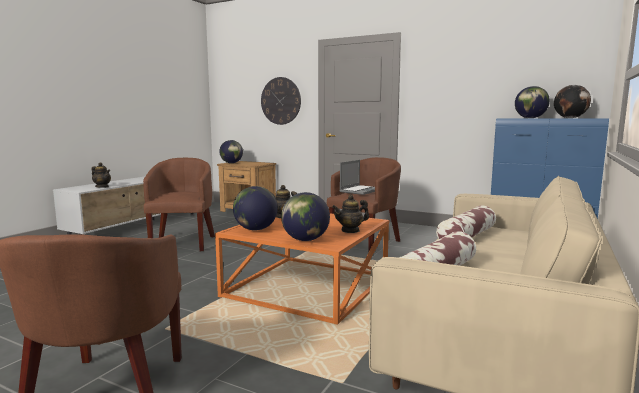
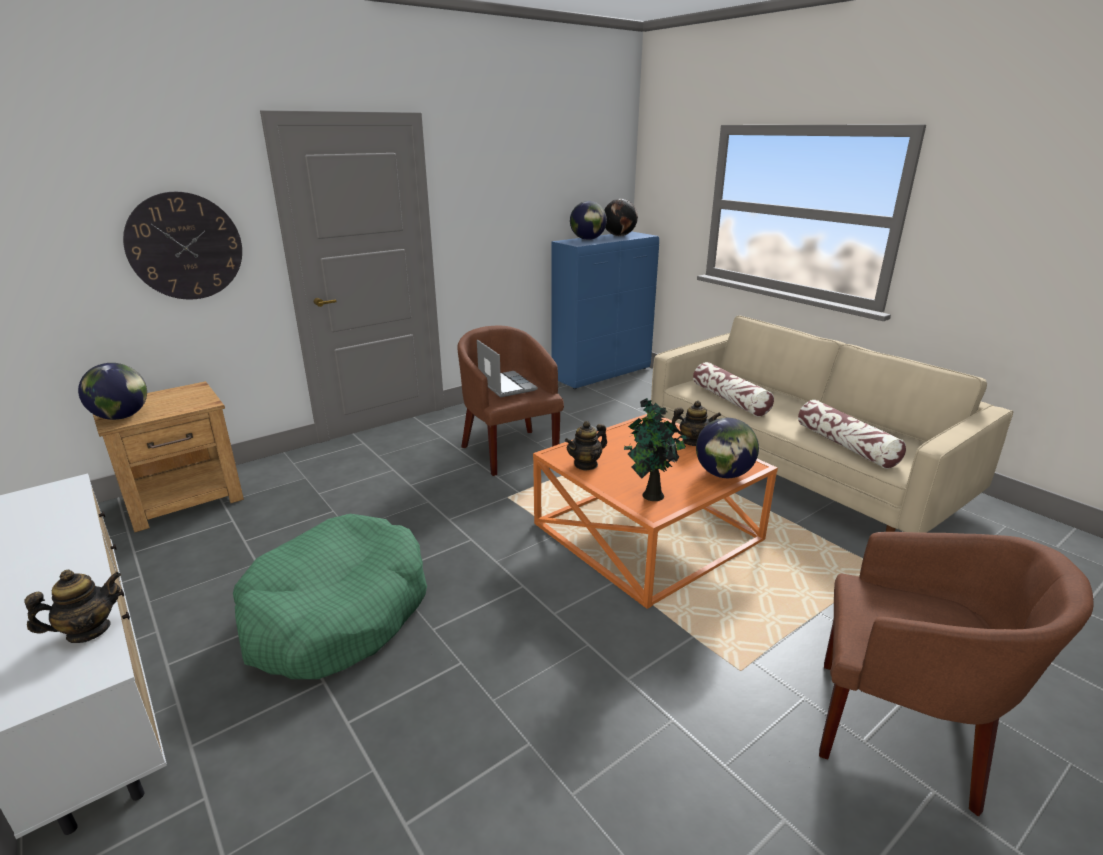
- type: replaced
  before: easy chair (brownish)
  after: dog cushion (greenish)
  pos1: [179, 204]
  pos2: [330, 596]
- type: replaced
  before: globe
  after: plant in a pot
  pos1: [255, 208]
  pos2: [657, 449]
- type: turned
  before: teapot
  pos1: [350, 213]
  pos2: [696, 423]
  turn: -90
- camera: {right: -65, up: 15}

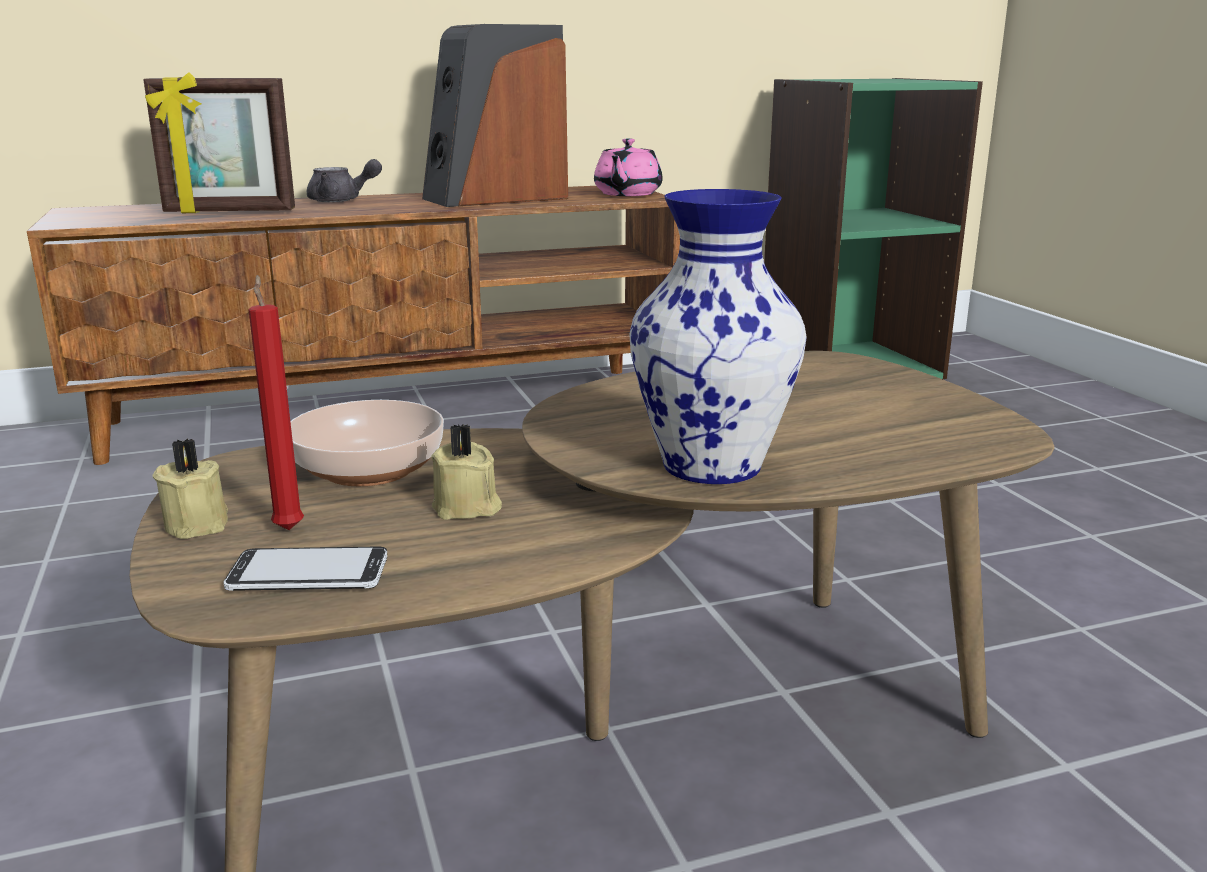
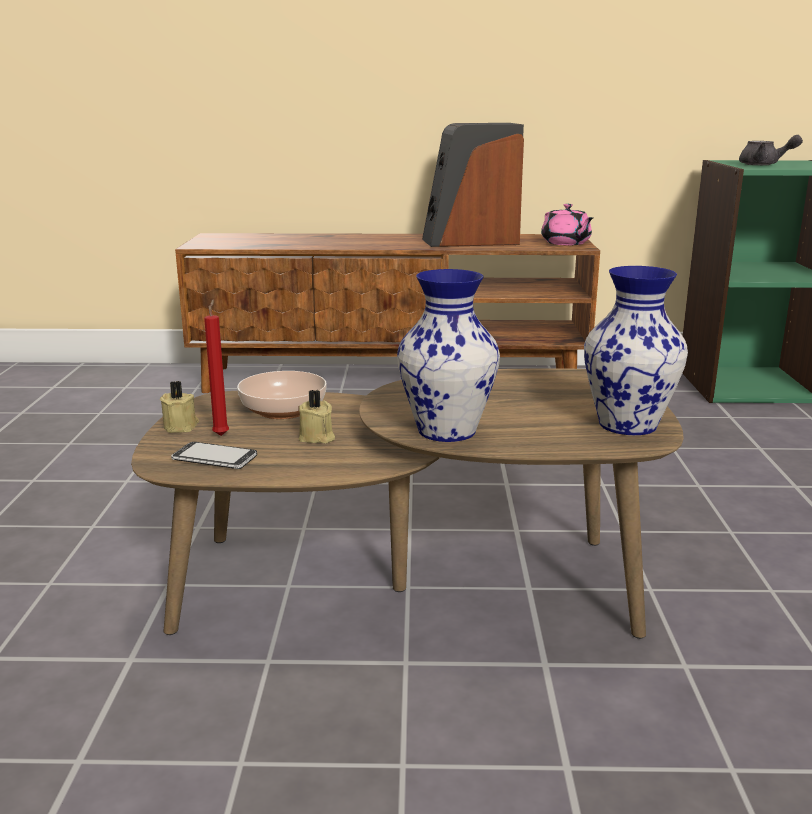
- type: turned
  before: teapot (pinkish)
  pos1: [628, 167]
  pos2: [567, 225]
  turn: -60
- type: added
  after: flower vase
  pos2: [636, 350]
- type: moved
  before: teapot (gray)
  pos1: [344, 180]
  pos2: [771, 150]
- type: removed
  before: photo frame
  pos1: [219, 142]
- camera: {right: 20, up: 0}

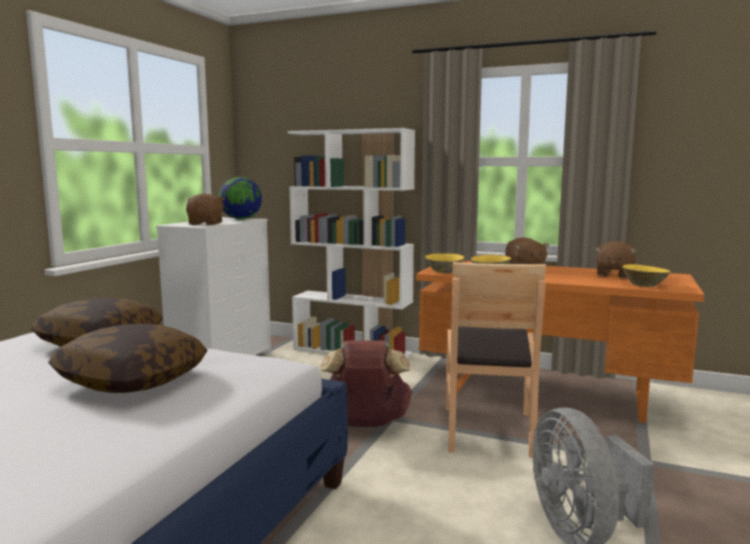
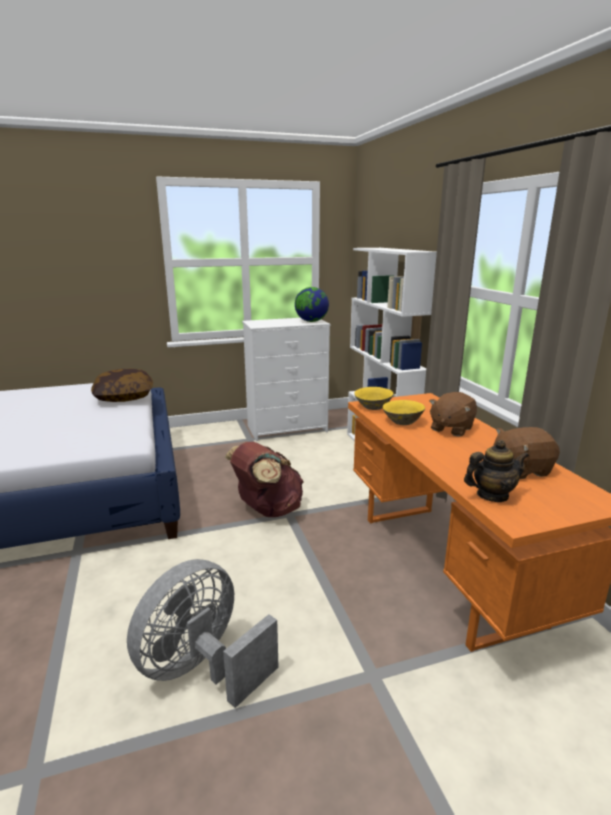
- type: replaced
  before: serving bowl (yellow-coloured)
  after: teapot
  pos1: [646, 275]
  pos2: [496, 471]
- type: removed
  before: cushion
  pos1: [127, 358]
- type: removed
  before: plush toy (brownish)
  pos1: [205, 209]
- type: removed
  before: plain chair (brownish)
  pos1: [496, 360]
- camera: {right: 50, up: 10}

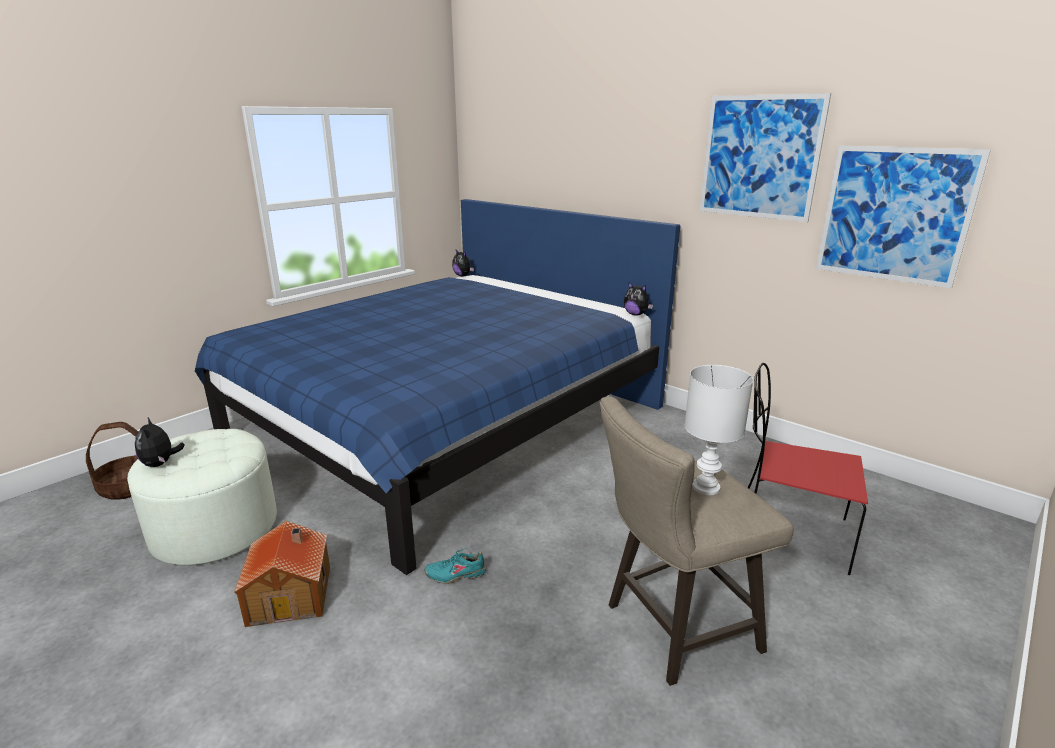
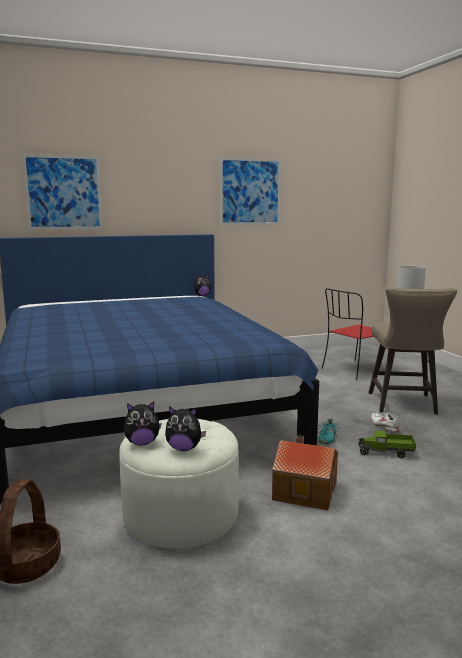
- type: moved
  before: picture
  pos1: [903, 217]
  pos2: [62, 192]
- type: moved
  before: plush toy
  pos1: [463, 263]
  pos2: [142, 423]
- type: added
  after: toy truck
  pos2: [387, 444]
- type: added
  after: low shoe (whitish)
  pos2: [385, 422]
- camera: {right: -60, up: -10}

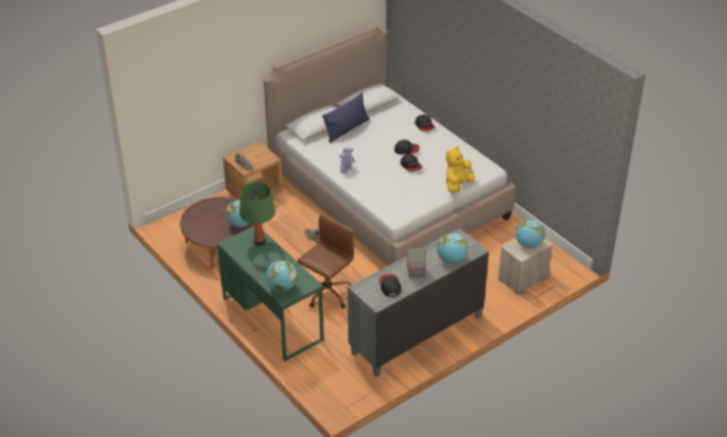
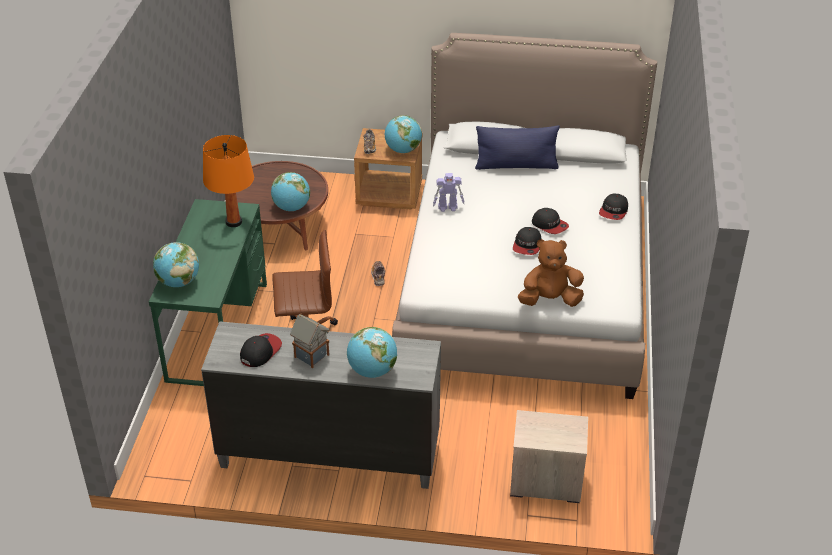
- type: recoloured
  before: tabletop lamp (greenish)
  after: tabletop lamp (orange-coloured)
  pos1: [257, 213]
  pos2: [228, 181]
- type: moved
  before: globe
  pos1: [530, 233]
  pos2: [403, 134]
- type: recoloured
  before: plush toy (yellow-coloured)
  after: plush toy (brownish)
  pos1: [460, 169]
  pos2: [551, 273]
- camera: {right: 45, up: 0}

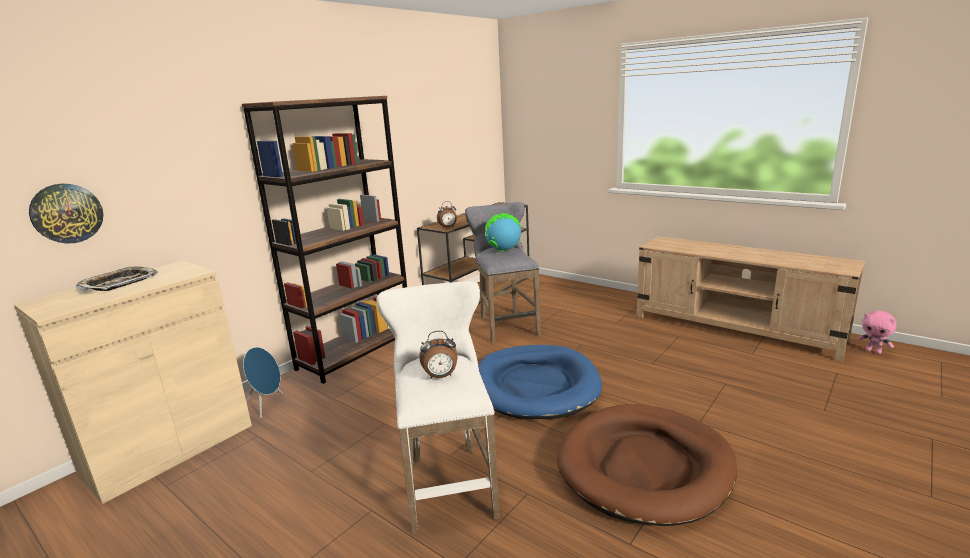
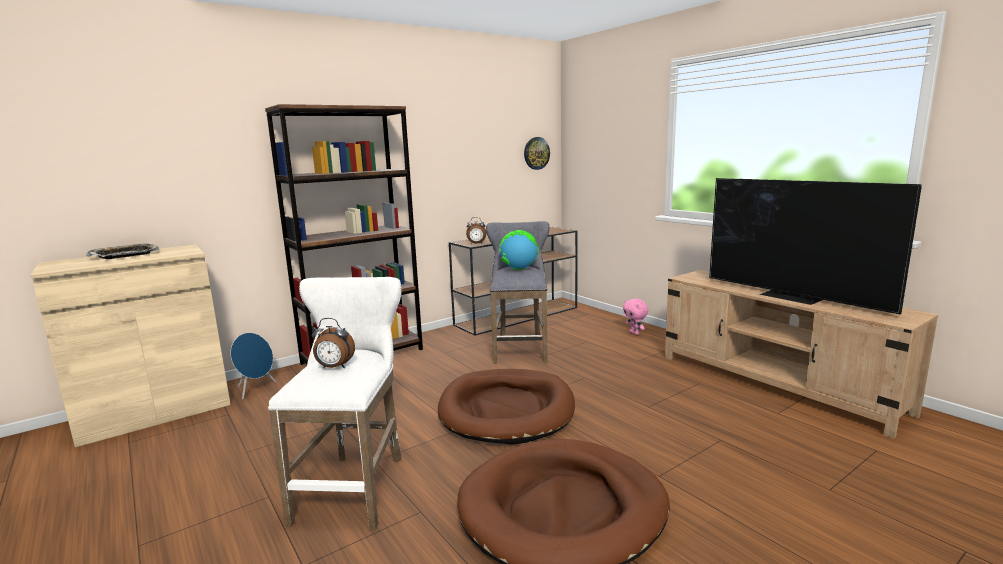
- type: recoloured
  before: dog cushion (bluish)
  after: dog cushion (brownish)
  pos1: [540, 382]
  pos2: [506, 407]
- type: moved
  before: wall clock
  pos1: [66, 213]
  pos2: [537, 153]
- type: moved
  before: plush toy (pinkish)
  pos1: [877, 332]
  pos2: [635, 317]
- type: added
  after: television
  pos2: [815, 246]
- camera: {right: 15, up: -5}

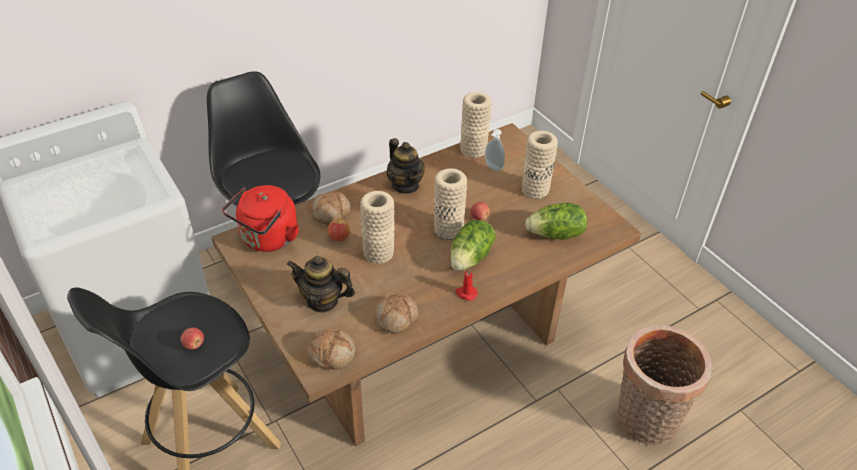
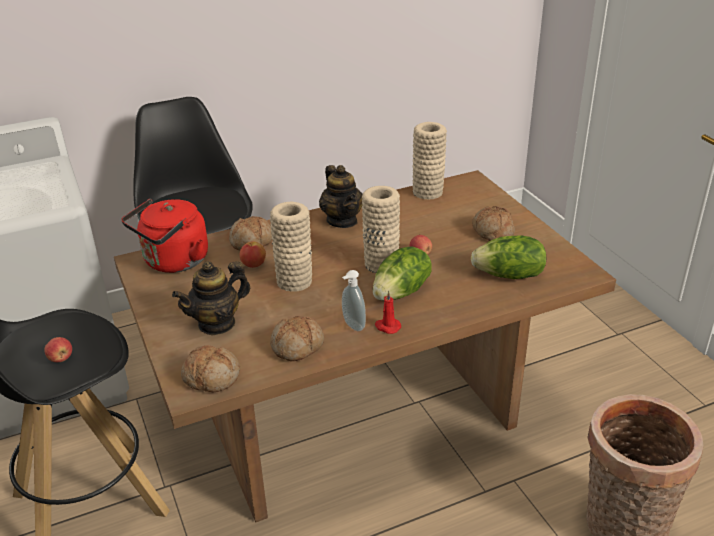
- type: turned
  before: teapot
  pos1: [321, 284]
  pos2: [211, 298]
  turn: -60
- type: moved
  before: soap dispenser
  pos1: [495, 150]
  pos2: [354, 300]
- type: replaced
  before: flower vase (beige-coloured)
  after: bakery bread
  pos1: [540, 165]
  pos2: [493, 223]
- camera: {right: 10, up: -10}

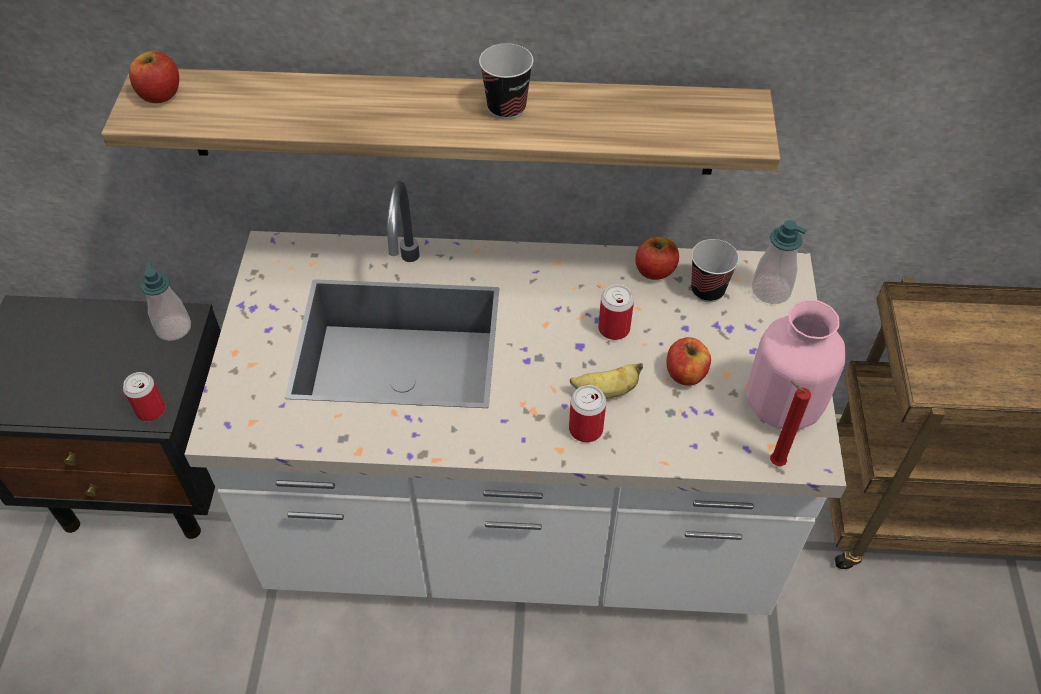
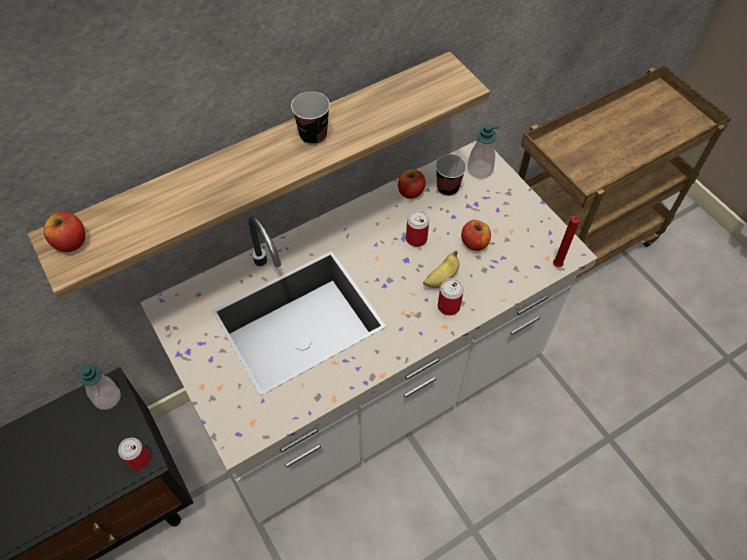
- type: removed
  before: flower vase (pinkish)
  pos1: [797, 365]
- camera: {right: -35, up: 5}

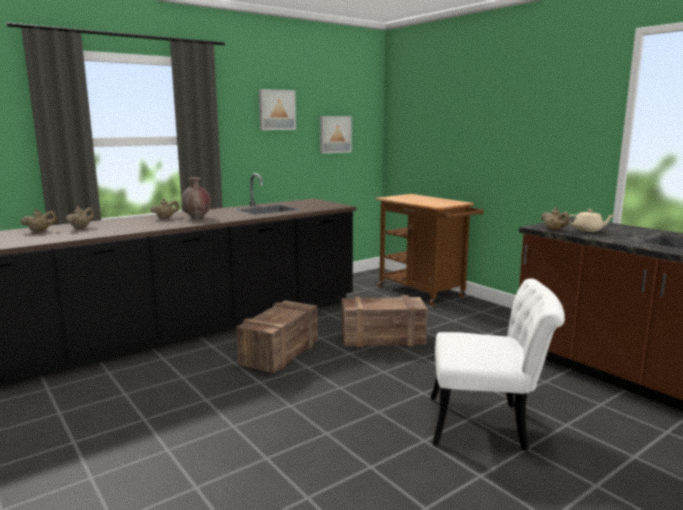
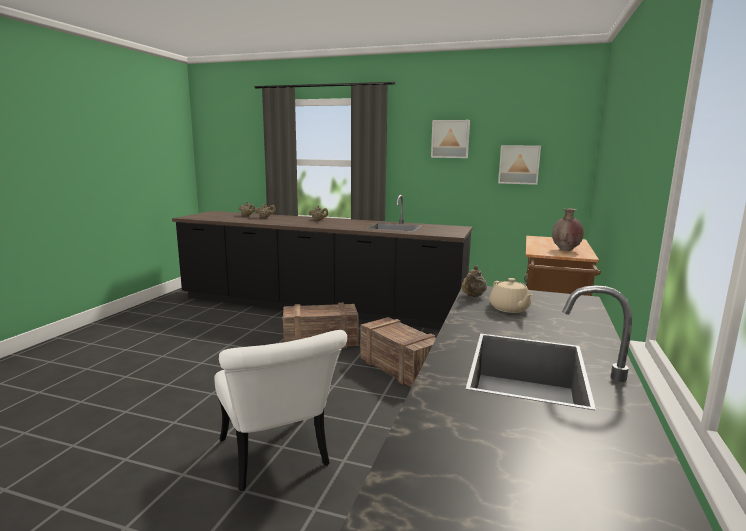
- type: moved
  before: flower vase (brownish)
  pos1: [196, 198]
  pos2: [568, 229]
- camera: {right: 55, up: 0}

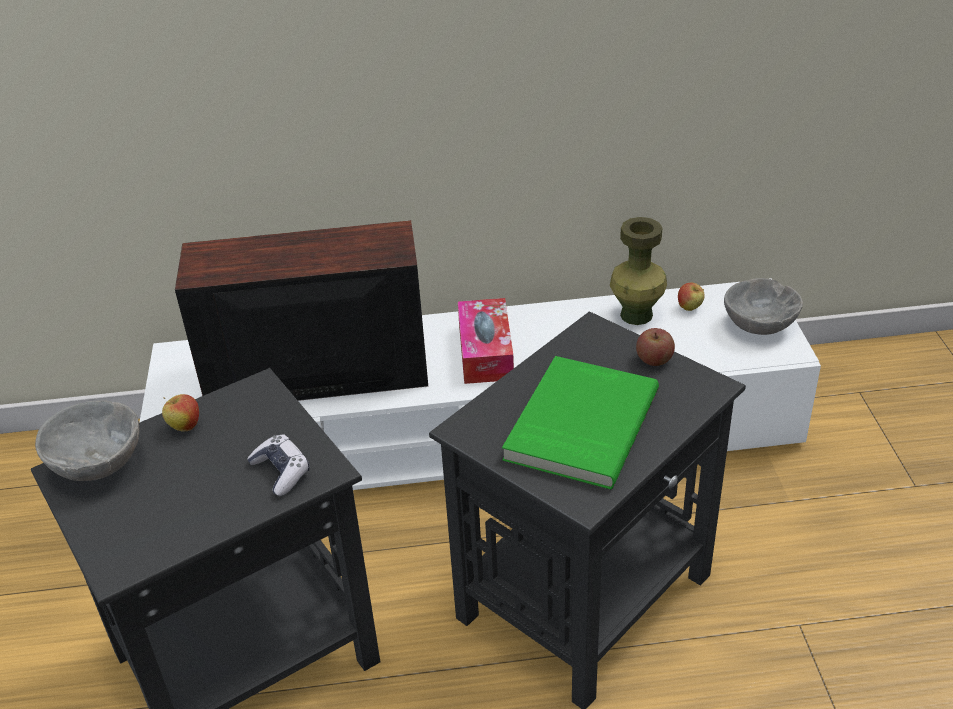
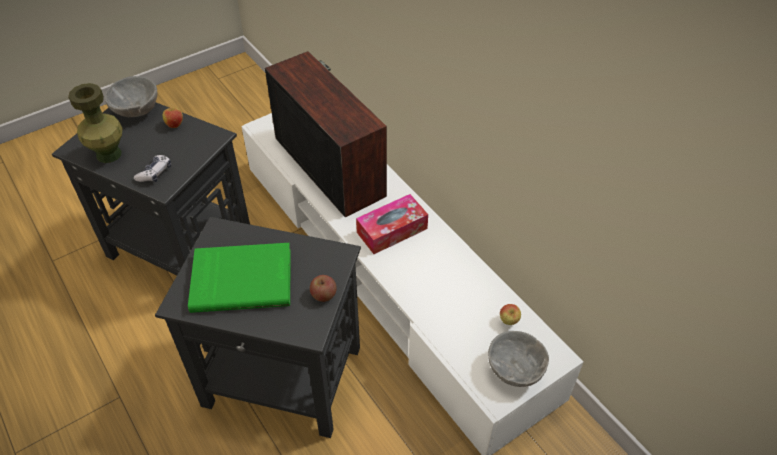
- type: moved
  before: flower vase (greenish)
  pos1: [638, 271]
  pos2: [95, 123]
- camera: {right: 60, up: 10}

